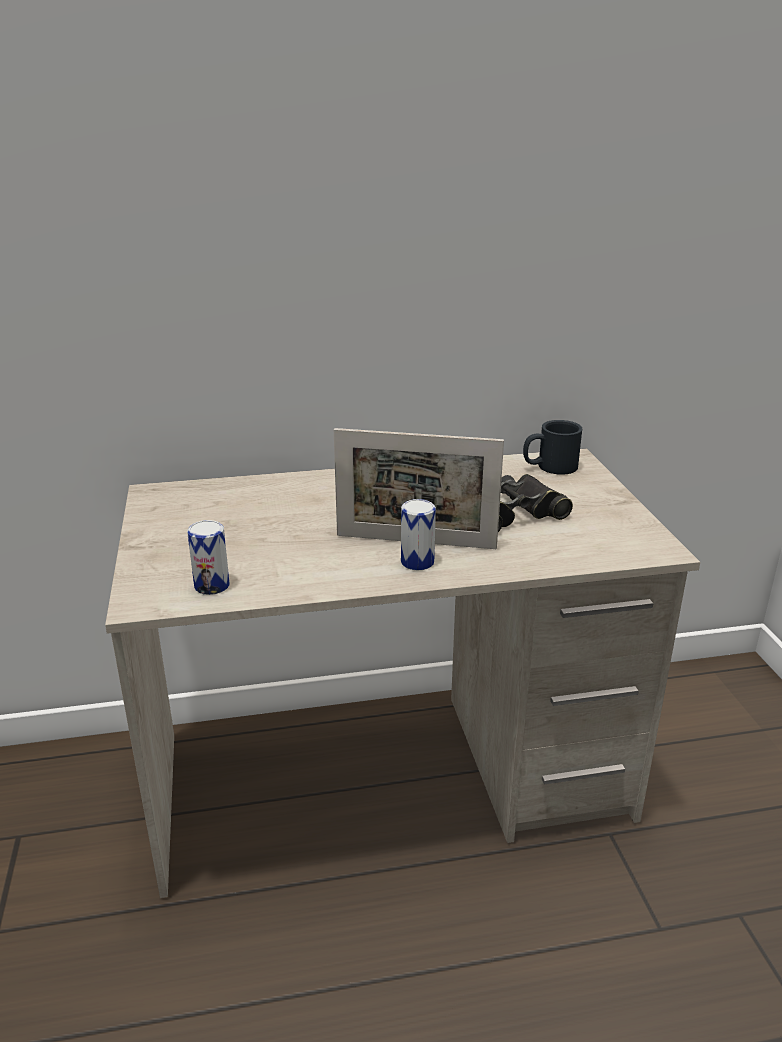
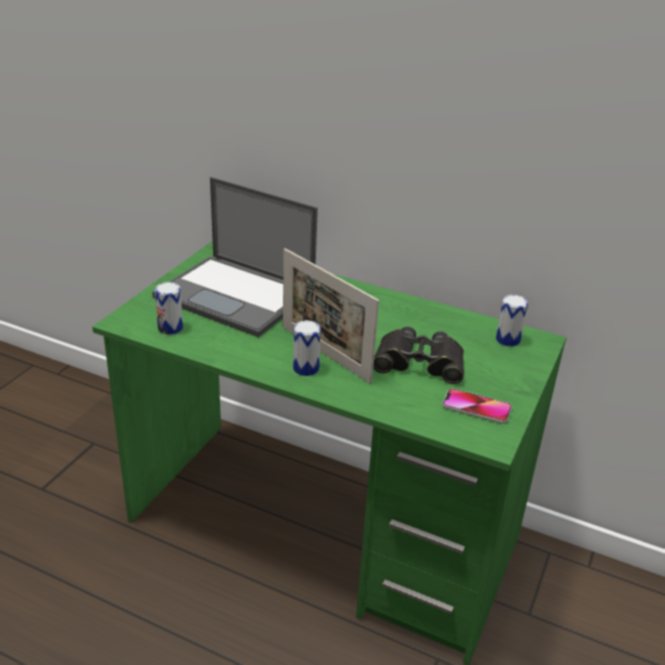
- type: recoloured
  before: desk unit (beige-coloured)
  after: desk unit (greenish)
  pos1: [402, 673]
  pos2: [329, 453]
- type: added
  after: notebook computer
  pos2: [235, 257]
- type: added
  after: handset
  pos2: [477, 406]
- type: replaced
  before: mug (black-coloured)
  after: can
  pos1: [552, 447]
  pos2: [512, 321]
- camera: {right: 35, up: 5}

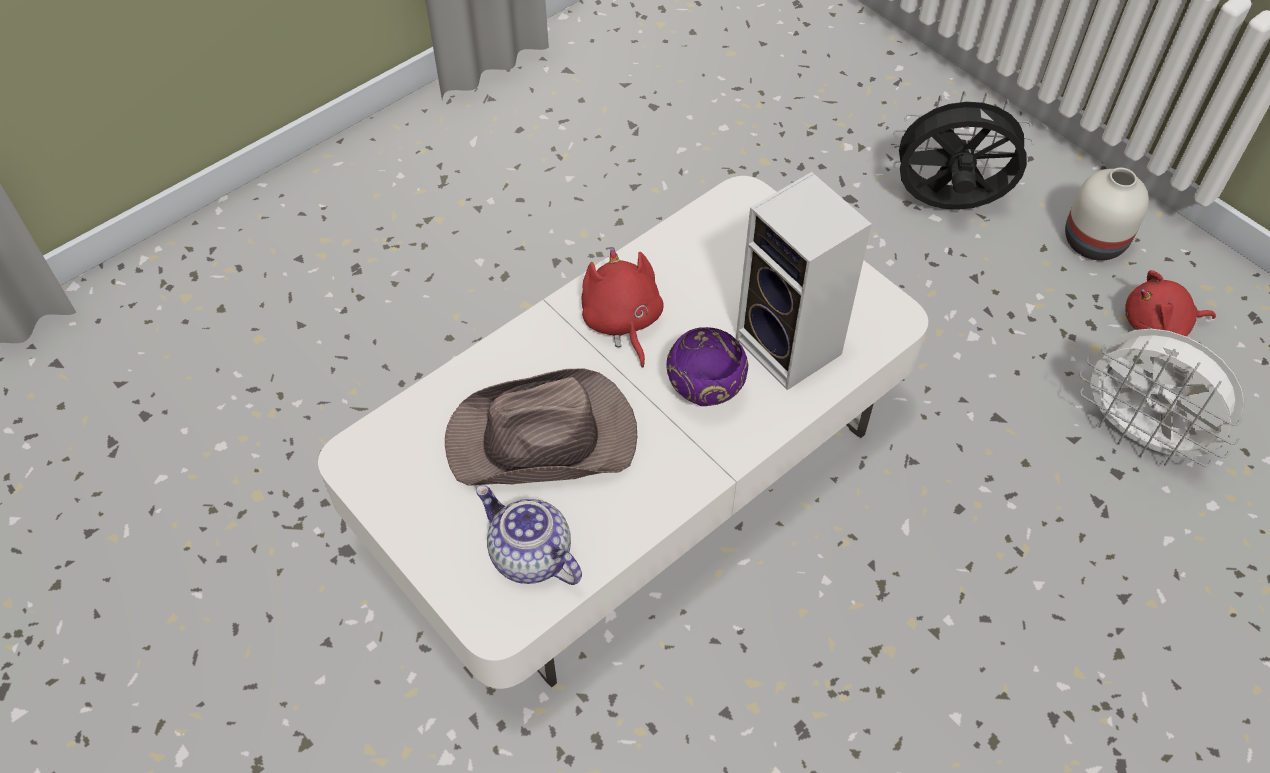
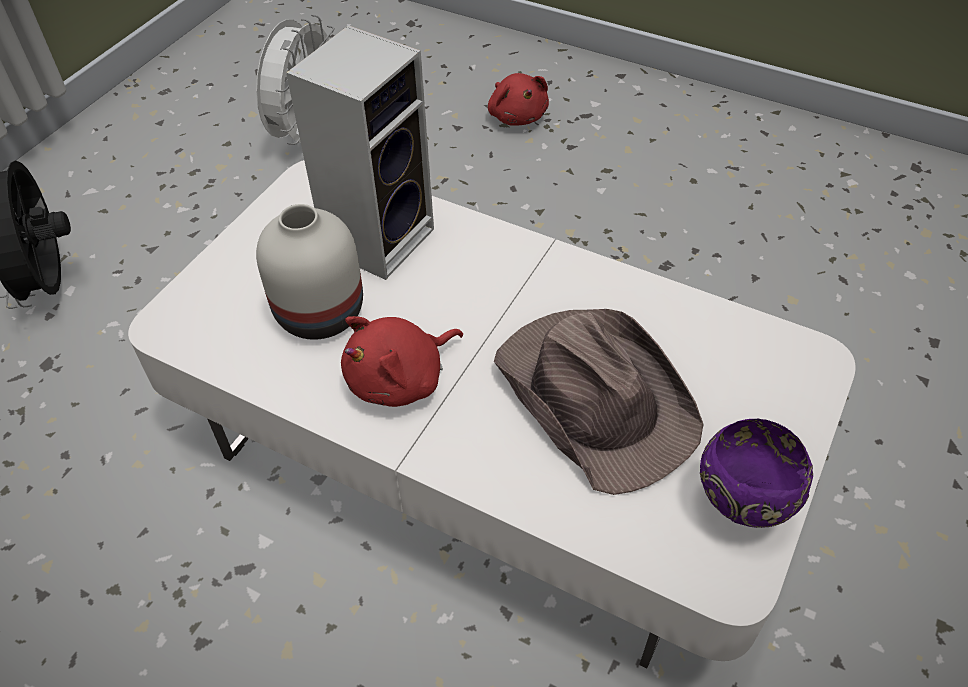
- type: moved
  before: flower vase (whitish)
  pos1: [1107, 214]
  pos2: [309, 272]
- type: moved
  before: plush toy (red)
  pos1: [1170, 303]
  pos2: [518, 99]
- type: moved
  before: serving bowl (purplish)
  pos1: [707, 366]
  pos2: [756, 473]
- type: removed
  before: teapot
  pos1: [529, 535]
- camera: {right: -110, up: -5}

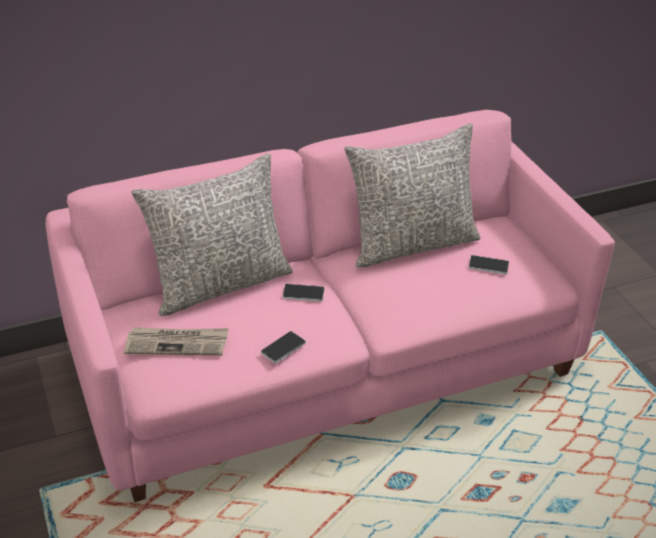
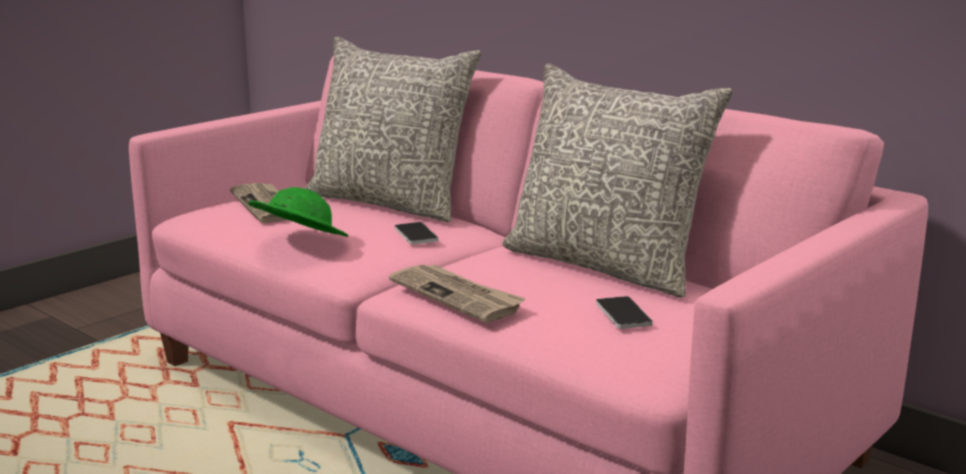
- type: replaced
  before: handset
  after: hat (greenish)
  pos1: [283, 347]
  pos2: [298, 212]
- type: added
  after: printed paper
  pos2: [457, 294]
- camera: {right: 65, up: -20}

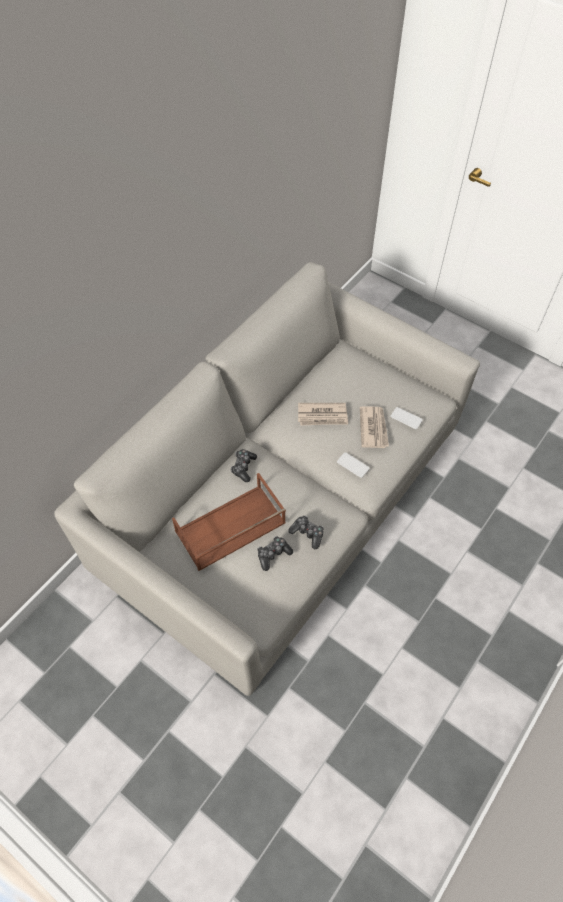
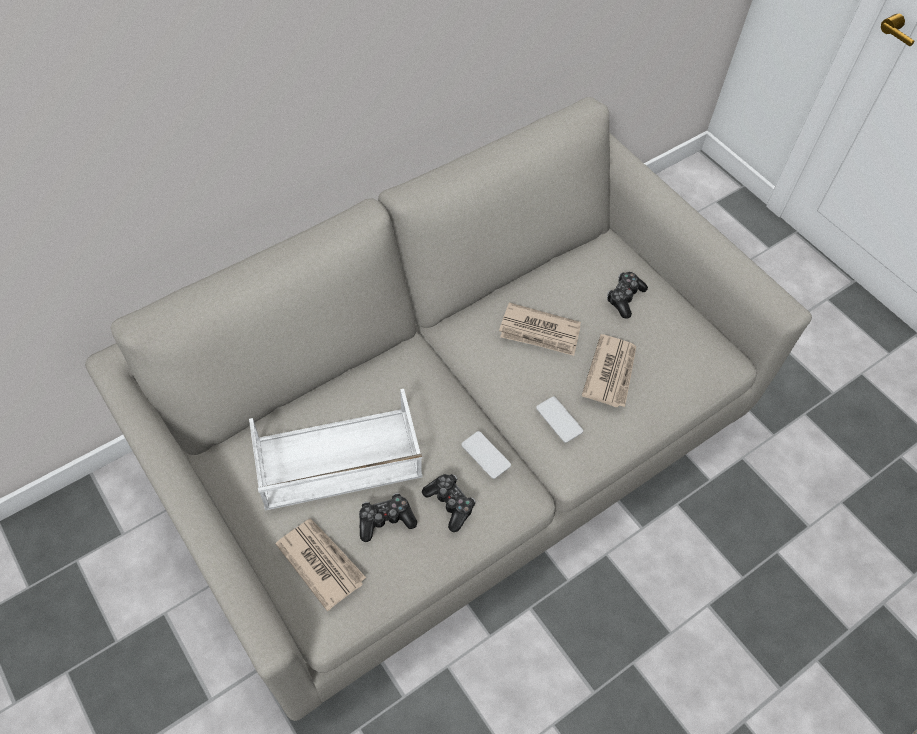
- type: recoloured
  before: carrying tray (brownish)
  after: carrying tray (whitish)
  pos1: [229, 522]
  pos2: [335, 450]
- type: added
  after: printed paper
  pos2: [321, 564]
- type: moved
  before: handset
  pos1: [407, 418]
  pos2: [486, 455]
- type: moved
  before: game controller
  pos1: [244, 465]
  pos2: [627, 295]
- camera: {right: 15, up: 0}

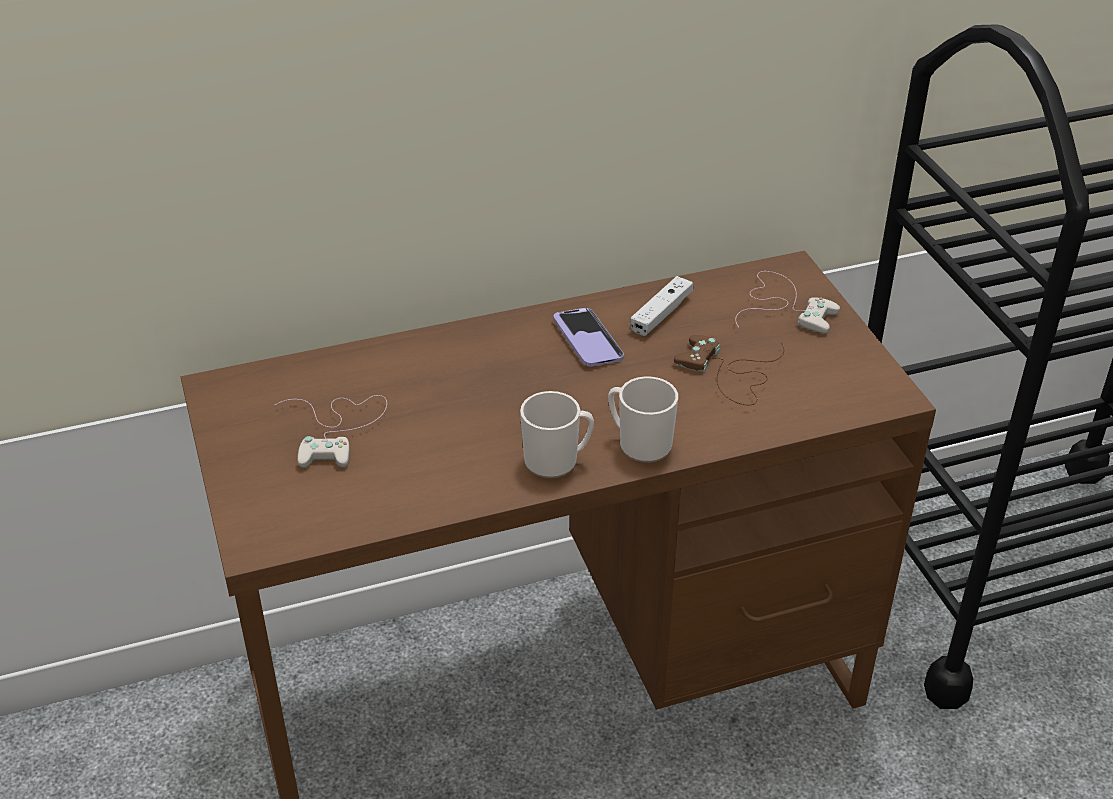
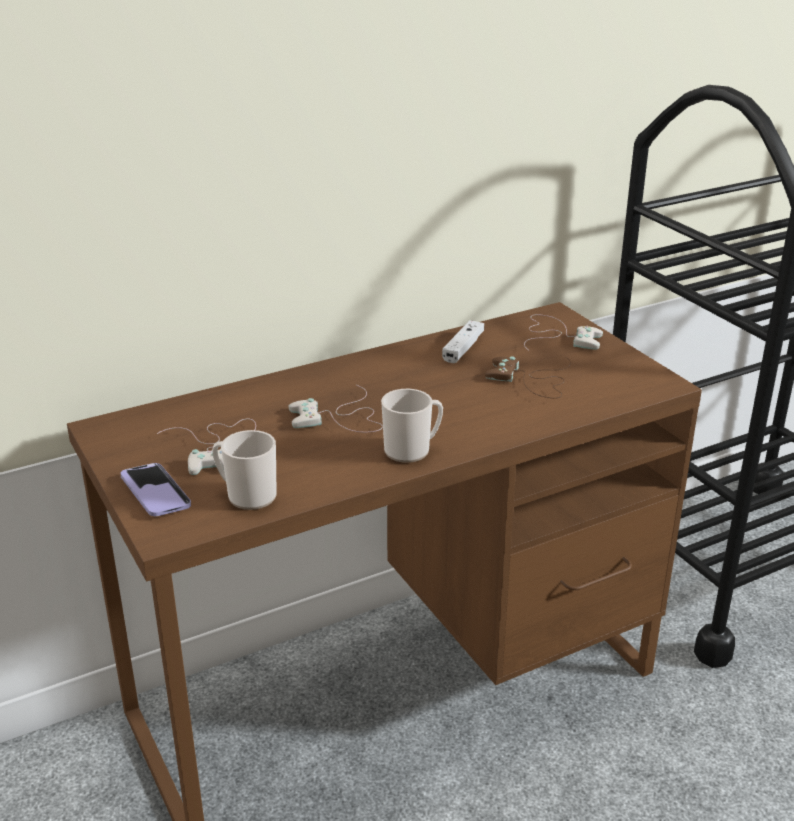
- type: moved
  before: handset
  pos1: [588, 337]
  pos2: [156, 489]
- type: moved
  before: mug
  pos1: [643, 419]
  pos2: [244, 470]
- type: added
  after: game controller (whitish)
  pos2: [335, 408]
- camera: {right: -10, up: -10}

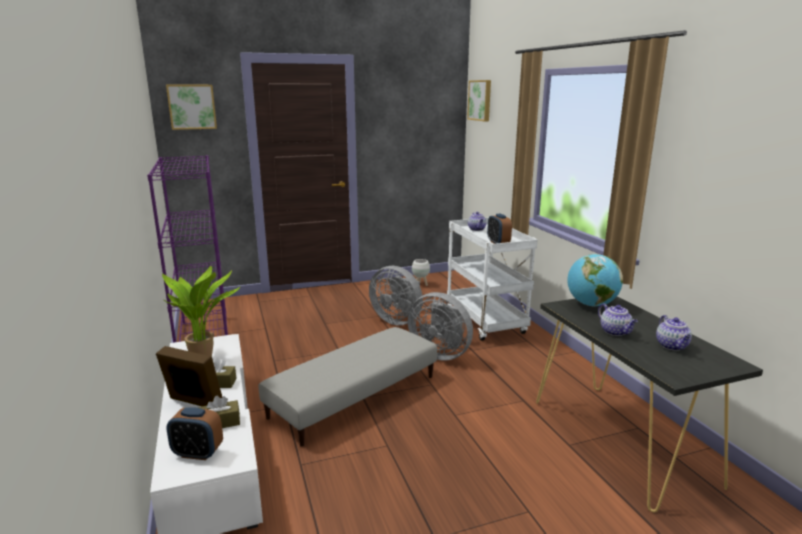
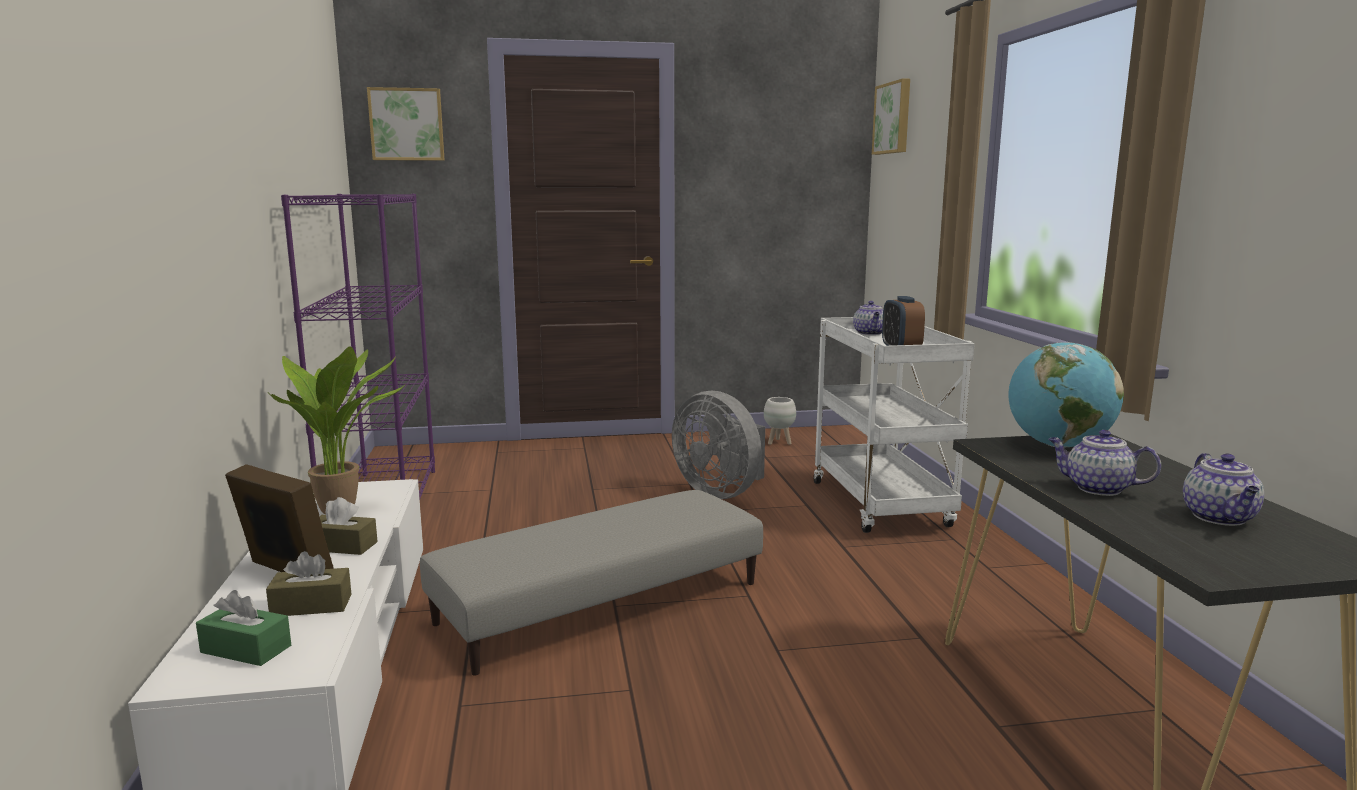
- type: replaced
  before: alarm clock
  after: tissue box (greenish)
  pos1: [194, 433]
  pos2: [243, 628]
- type: turned
  before: teapot
  pos1: [618, 319]
  pos2: [1104, 463]
  turn: 135
- type: removed
  before: cooling fan (gray)
  pos1: [440, 326]
- camera: {right: 10, up: -5}

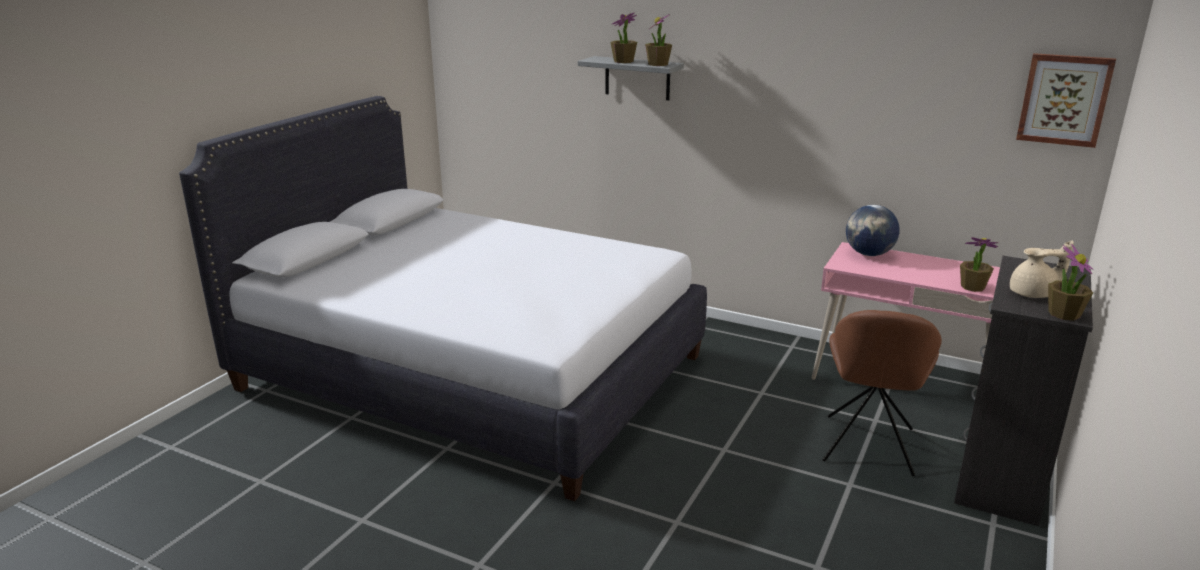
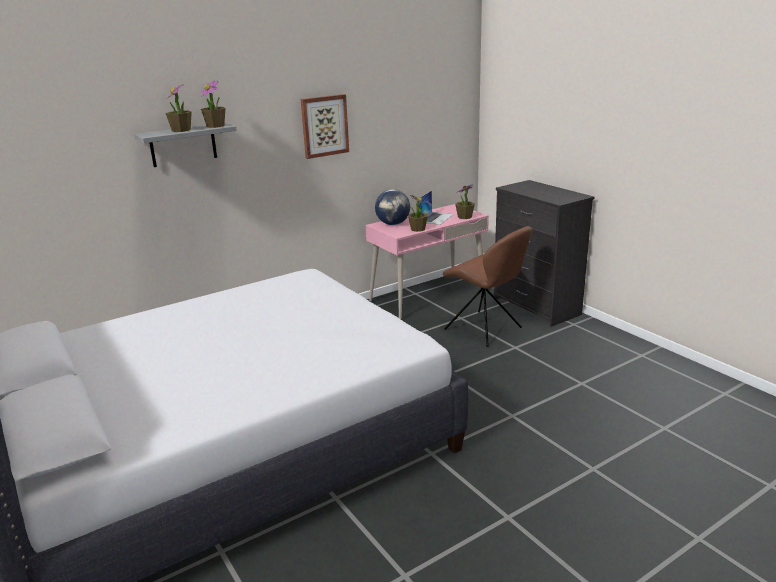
- type: moved
  before: picture
  pos1: [1066, 100]
  pos2: [325, 126]
- type: moved
  before: plant in a pot
  pos1: [1070, 282]
  pos2: [418, 213]
- type: added
  after: notebook computer
  pos2: [436, 207]
- type: removed
  before: teapot (beige-coloured)
  pos1: [1042, 269]
- camera: {right: -60, up: 0}

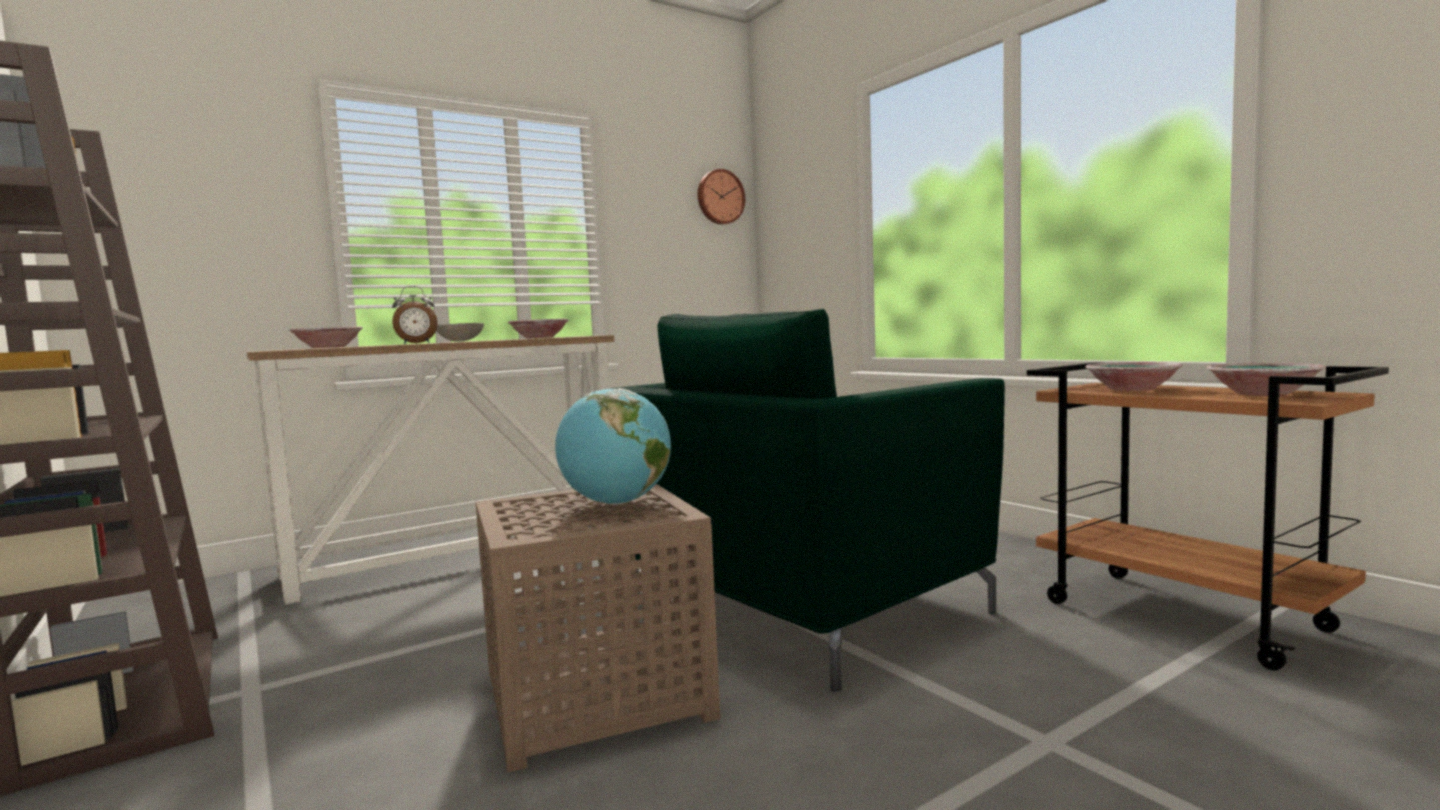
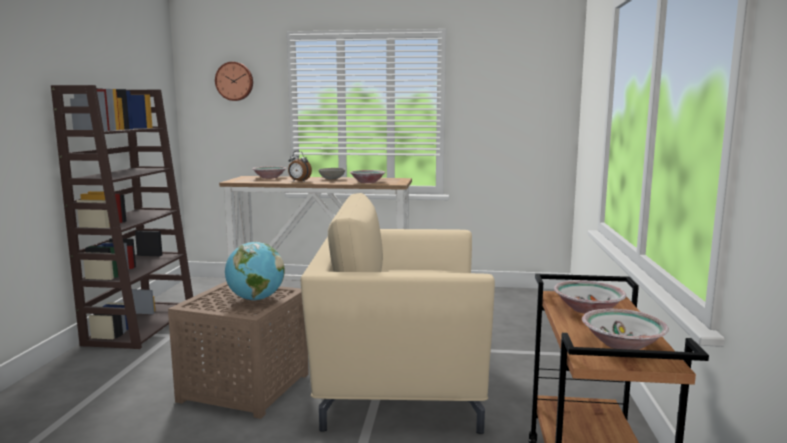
- type: moved
  before: wall clock
  pos1: [721, 197]
  pos2: [234, 81]
- type: recoloured
  before: easy chair (greenish)
  after: easy chair (beige-coloured)
  pos1: [807, 500]
  pos2: [398, 313]
- camera: {right: 40, up: 5}

